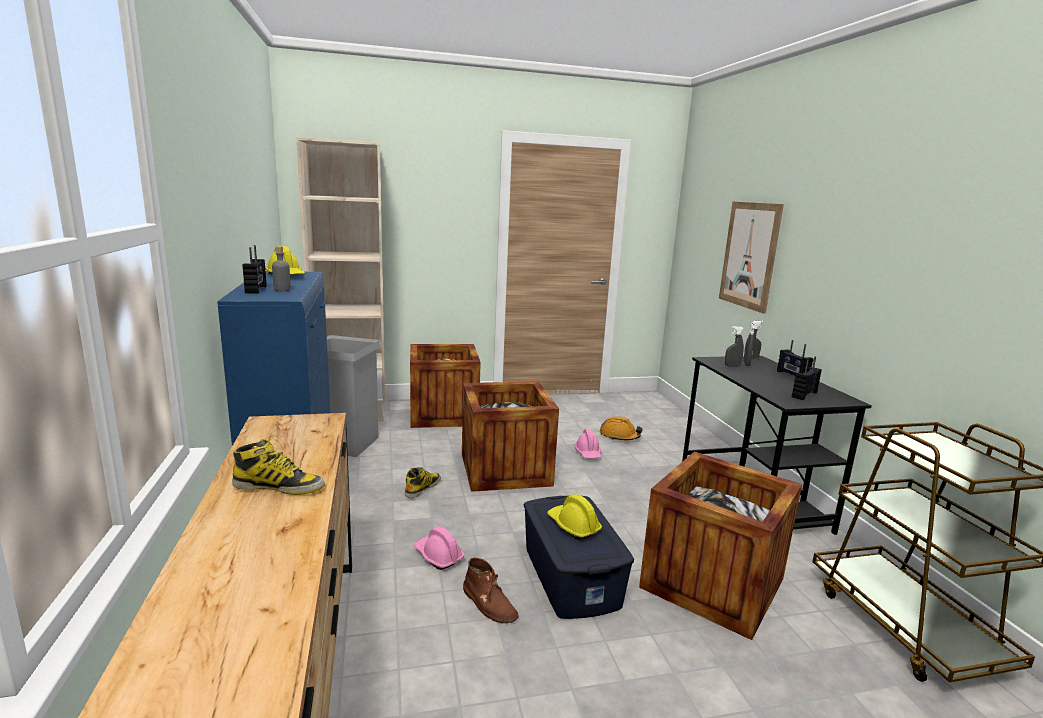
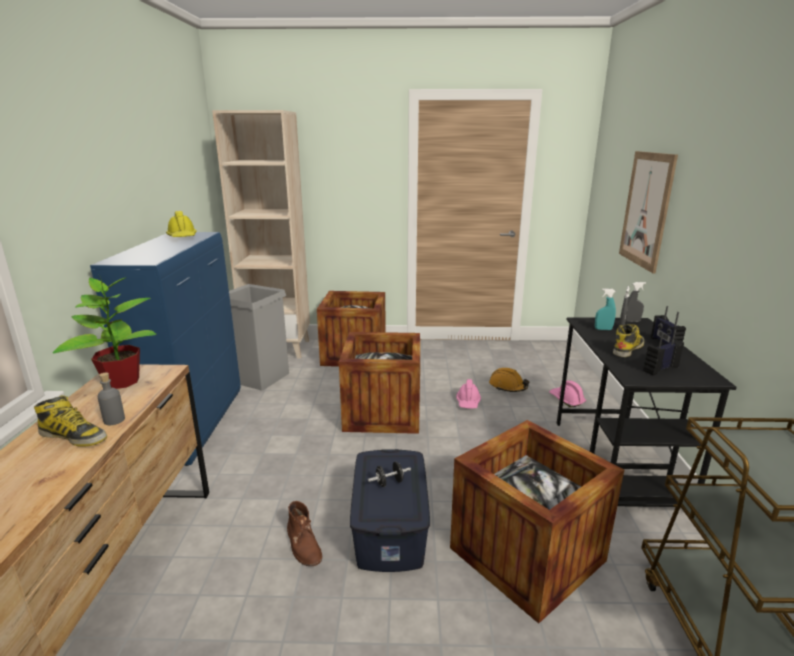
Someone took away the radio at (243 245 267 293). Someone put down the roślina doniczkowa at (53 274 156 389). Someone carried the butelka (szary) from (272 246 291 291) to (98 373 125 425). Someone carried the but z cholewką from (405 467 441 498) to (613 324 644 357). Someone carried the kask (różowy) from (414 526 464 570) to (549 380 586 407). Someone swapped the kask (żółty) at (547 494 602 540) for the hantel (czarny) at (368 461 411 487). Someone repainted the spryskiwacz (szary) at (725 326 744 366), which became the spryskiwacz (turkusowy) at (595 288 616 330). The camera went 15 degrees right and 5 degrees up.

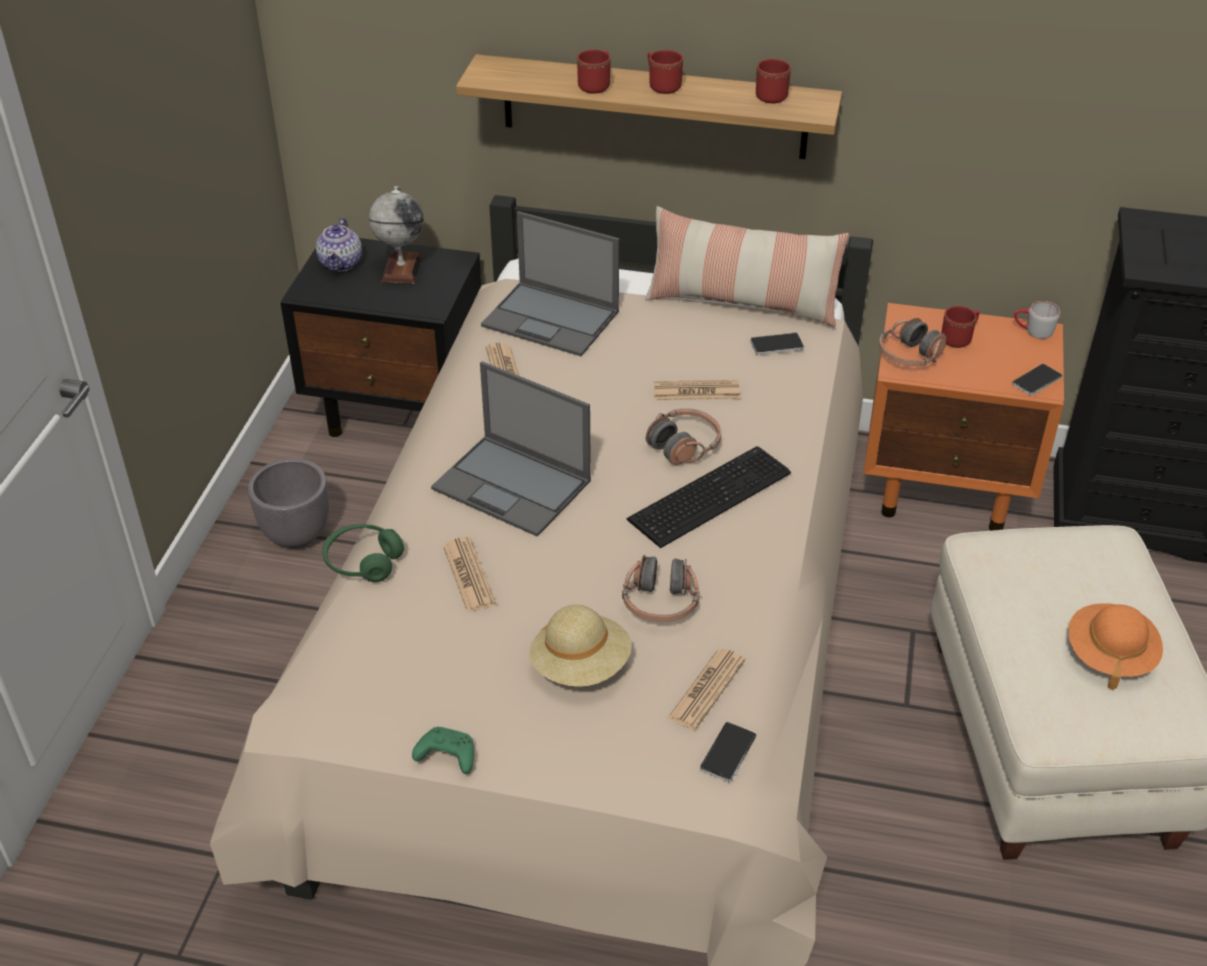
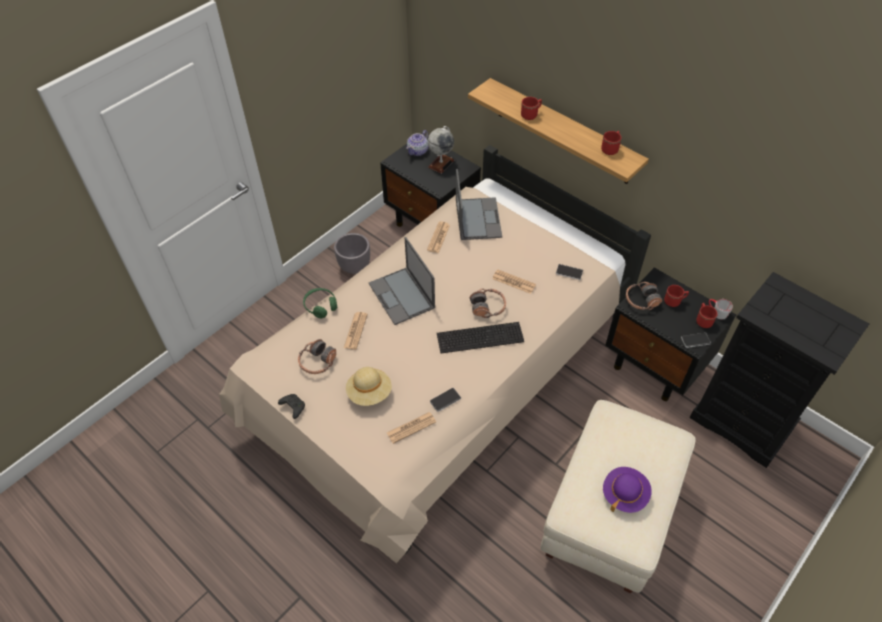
Someone took away the poduszka at (645 206 849 327). Someone carried the słuchawki from (622 555 700 622) to (298 339 336 374). Someone carried the kubek (czerwony) from (648 50 683 94) to (696 303 718 328). Someone carried the telefon from (700 722 756 782) to (430 388 461 412). Someone repainted the pad do gier (zielony) at (412 727 474 774), which became the pad do gier (czarny) at (278 394 305 419). Someone repainted the szafka nocna (pomarańczowy) at (863 303 1064 531), which became the szafka nocna (czarny) at (605 267 736 401). Someone repainted the kapelusz (pomarańczowy) at (1069 603 1163 690), which became the kapelusz (fioletowy) at (603 467 652 513). Someone rotated the laptop at (481 211 619 356) by 150 degrees counterclockwise. The camera went 30 degrees right and 10 degrees up.

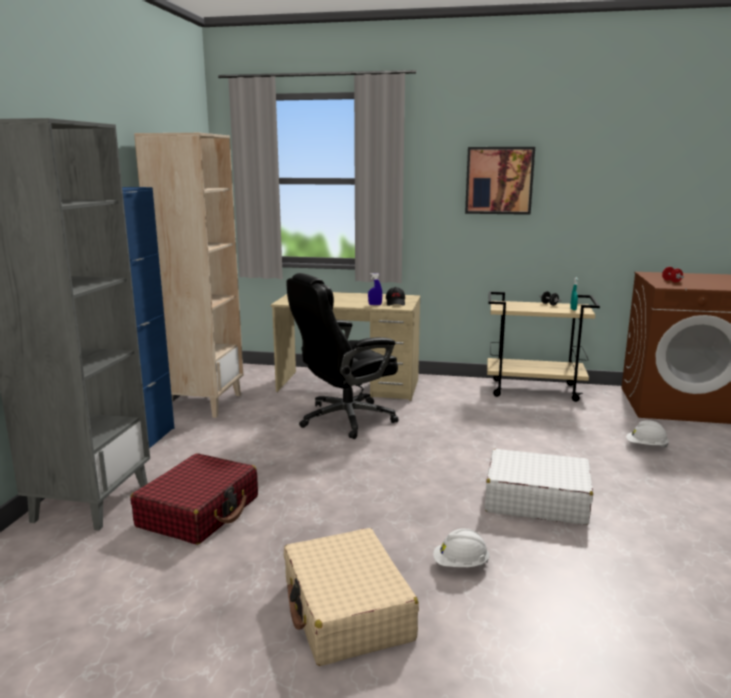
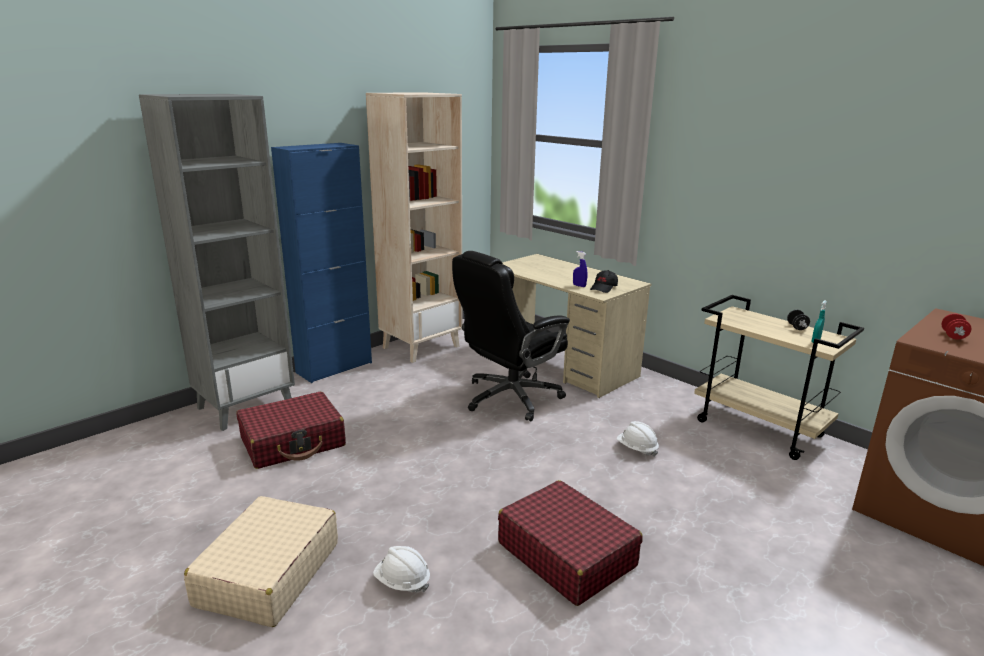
Someone took away the obraz at (465 147 535 215). Someone carried the kask (biały) from (626 420 669 448) to (617 421 659 457). Someone repainted the walizka (biały) at (485 449 593 525), which became the walizka (czerwony) at (498 480 643 606). Someone rotated the krzesło biurowe (czarny) at (286 273 399 439) by 45 degrees counterclockwise. The camera went 35 degrees right and 5 degrees up.

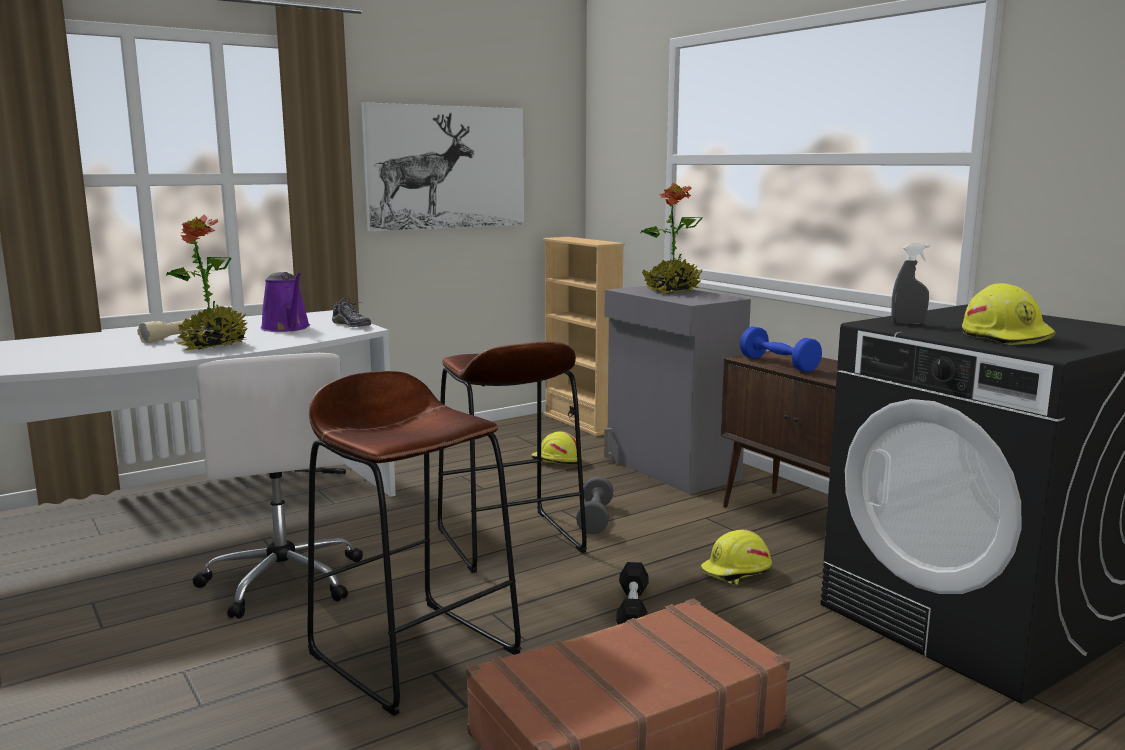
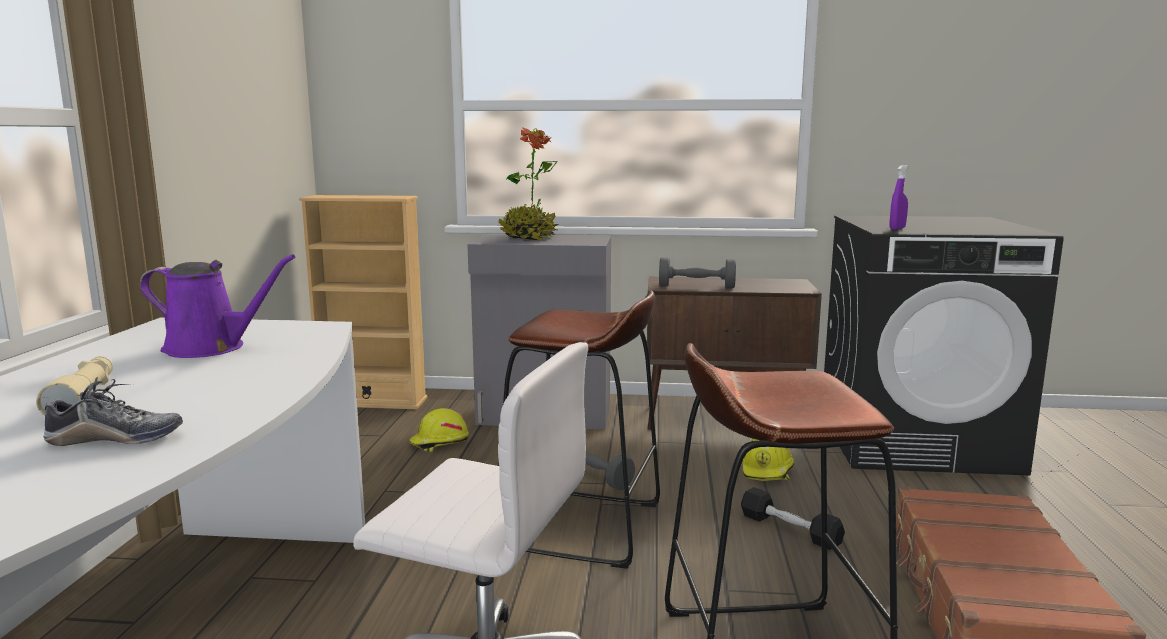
Someone took away the roślina doniczkowa at (166 215 248 350). Someone took away the obraz at (361 102 524 232). Someone took away the kask (żółty) at (962 283 1056 345). Someone carried the but from (332 296 371 327) to (43 377 183 446). Someone repainted the hantel (niebieski) at (740 326 822 372), which became the hantel (szary) at (659 257 736 288). Someone repainted the spryskiwacz (szary) at (891 244 929 325), which became the spryskiwacz (fioletowy) at (890 165 909 229). The camera went 50 degrees left and 0 degrees up.

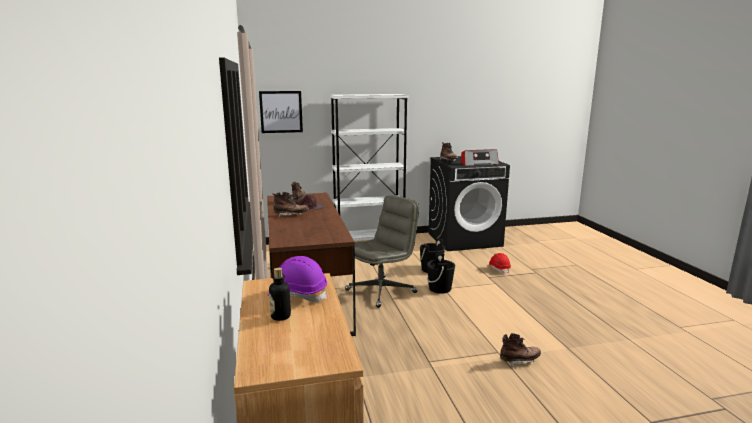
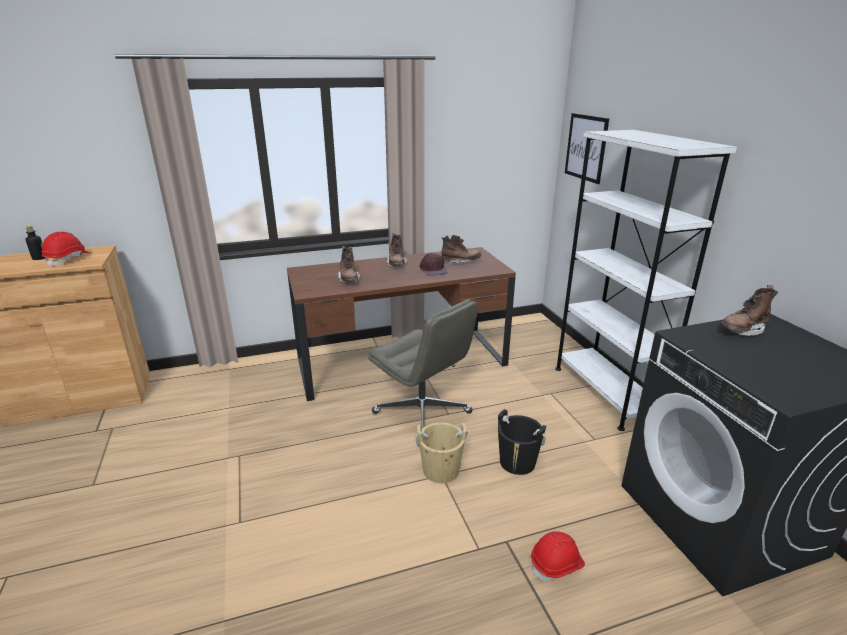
Someone took away the radio at (461 149 499 166). Someone carried the but z cholewką (brązowy) from (500 333 541 367) to (337 246 360 283). Someone repainted the kask (fioletowy) at (268 256 327 302), which became the kask (czerwony) at (41 232 90 267). Someone repainted the wiadro (czarny) at (427 253 455 294), which became the wiadro (beżowy) at (416 422 468 483). The camera went 85 degrees right and 10 degrees up.

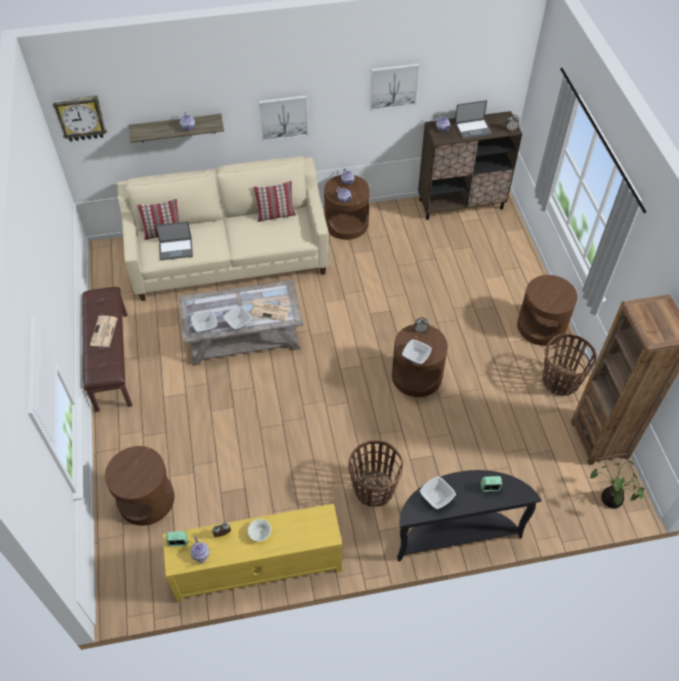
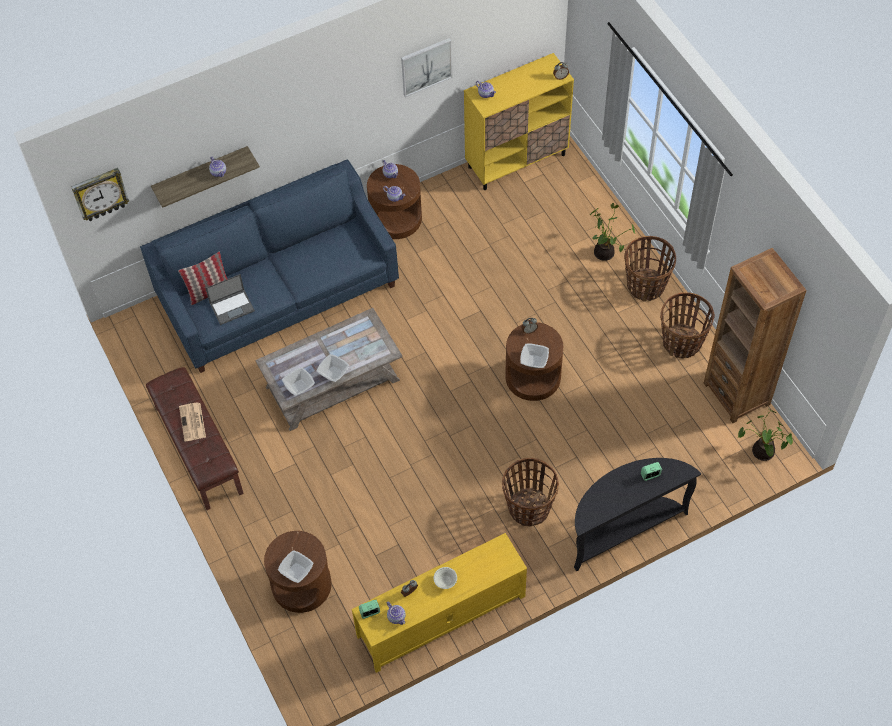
Someone took away the gazeta at (251 302 290 321). Someone took away the poduszka at (253 181 296 222). Someone took away the obraz at (259 95 308 142). Someone took away the laptop at (454 100 492 139). Someone put down the roślina doniczkowa at (590 203 635 261). Someone carried the miska from (420 476 456 509) to (278 550 314 583). Someone swapped the stolik (brązowy) at (517 275 578 346) for the koszyk at (624 236 676 302). Someone repainted the kanapa (beżowy) at (117 156 329 301), which became the kanapa (niebieski) at (140 159 399 373). Someone repainted the szafka (brązowy) at (418 111 522 220), which became the szafka (żółty) at (464 53 574 190). The camera went 15 degrees left and 5 degrees up.

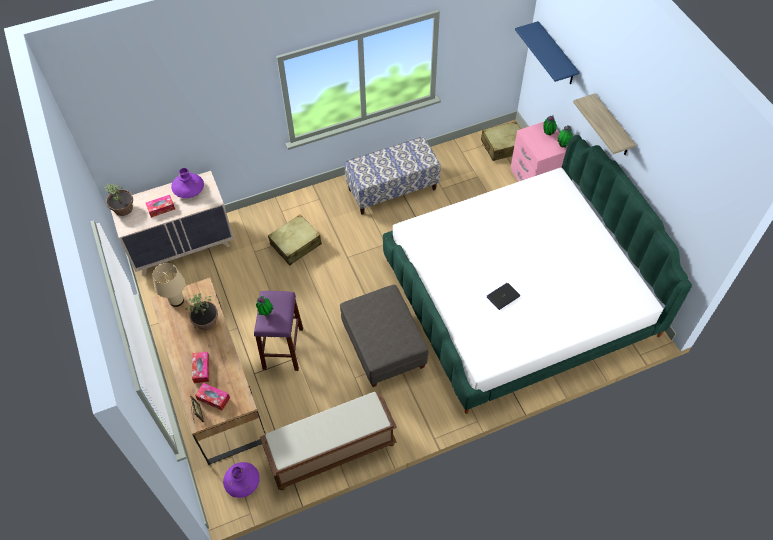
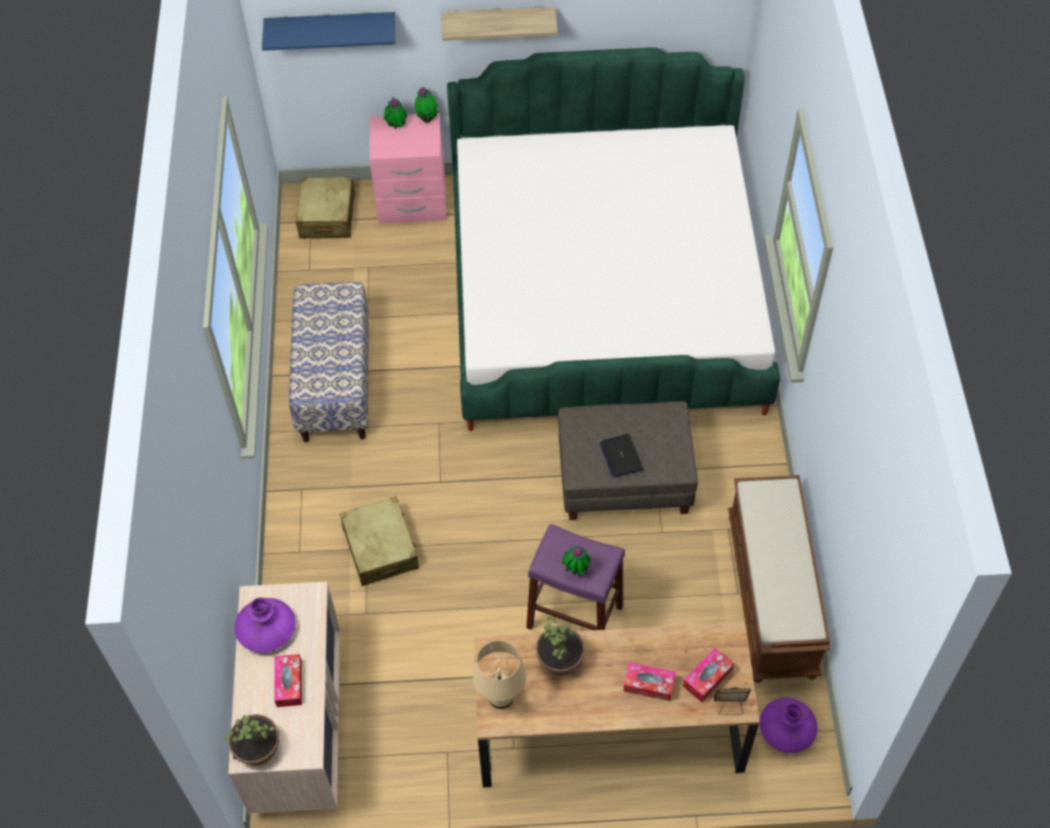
Someone carried the laptop from (487 283 520 310) to (600 434 643 478). The camera went 70 degrees left and 0 degrees up.

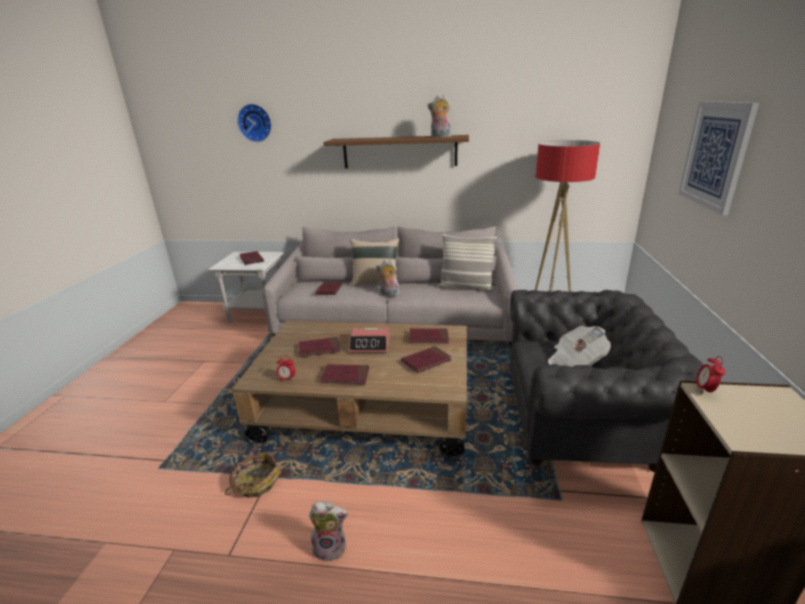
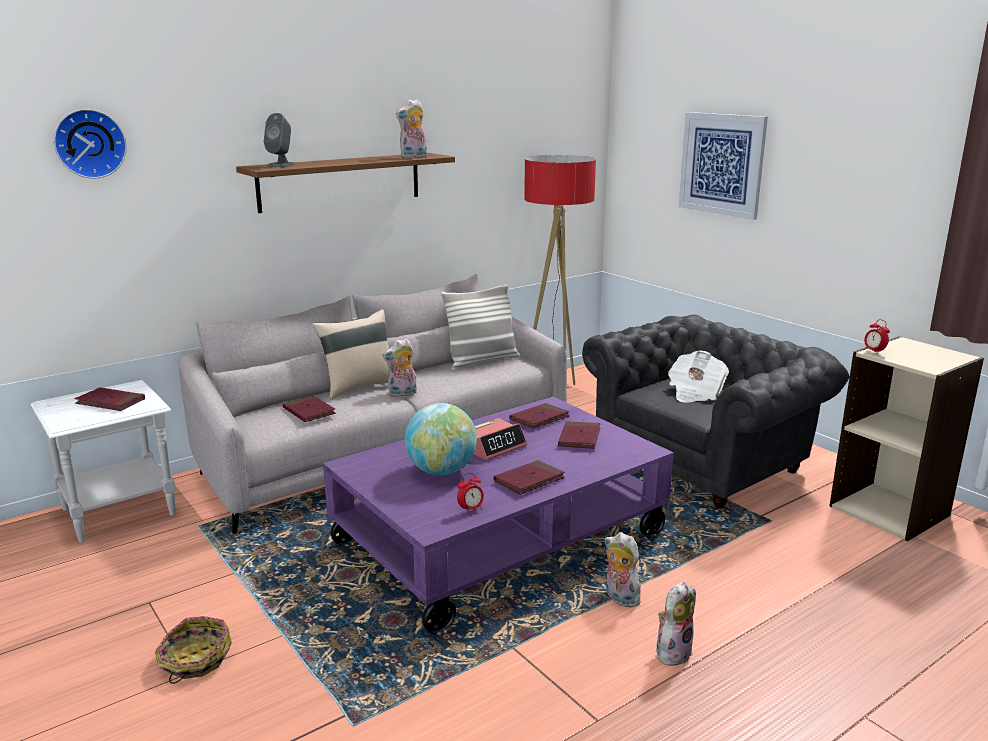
Someone put down the głośnik (szary) at (264 113 295 167). Someone put down the pluszak at (604 532 642 607). Someone carried the koszyk from (225 452 281 498) to (155 616 232 684). Someone swapped the książka (czerwony) at (299 337 340 357) for the globus at (405 403 477 475). Someone repainted the ława (brązowy) at (232 321 467 458), which became the ława (fioletowy) at (323 397 674 634). The camera went 45 degrees left and 5 degrees down.

